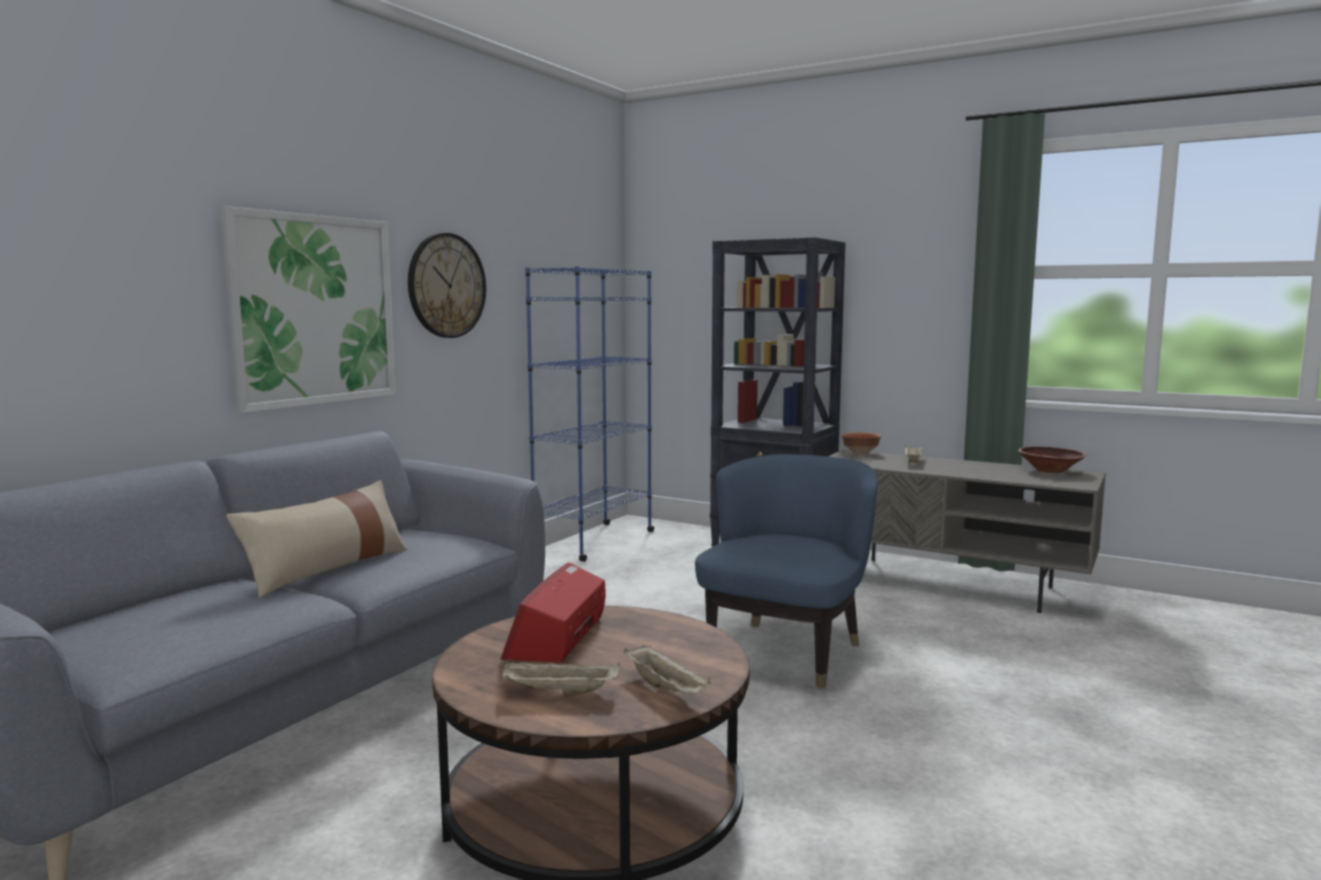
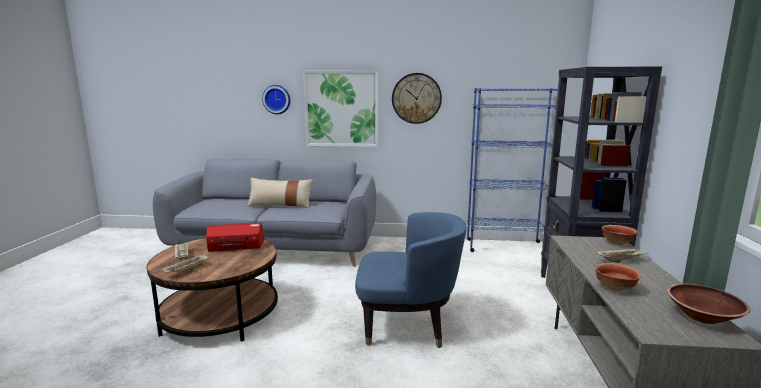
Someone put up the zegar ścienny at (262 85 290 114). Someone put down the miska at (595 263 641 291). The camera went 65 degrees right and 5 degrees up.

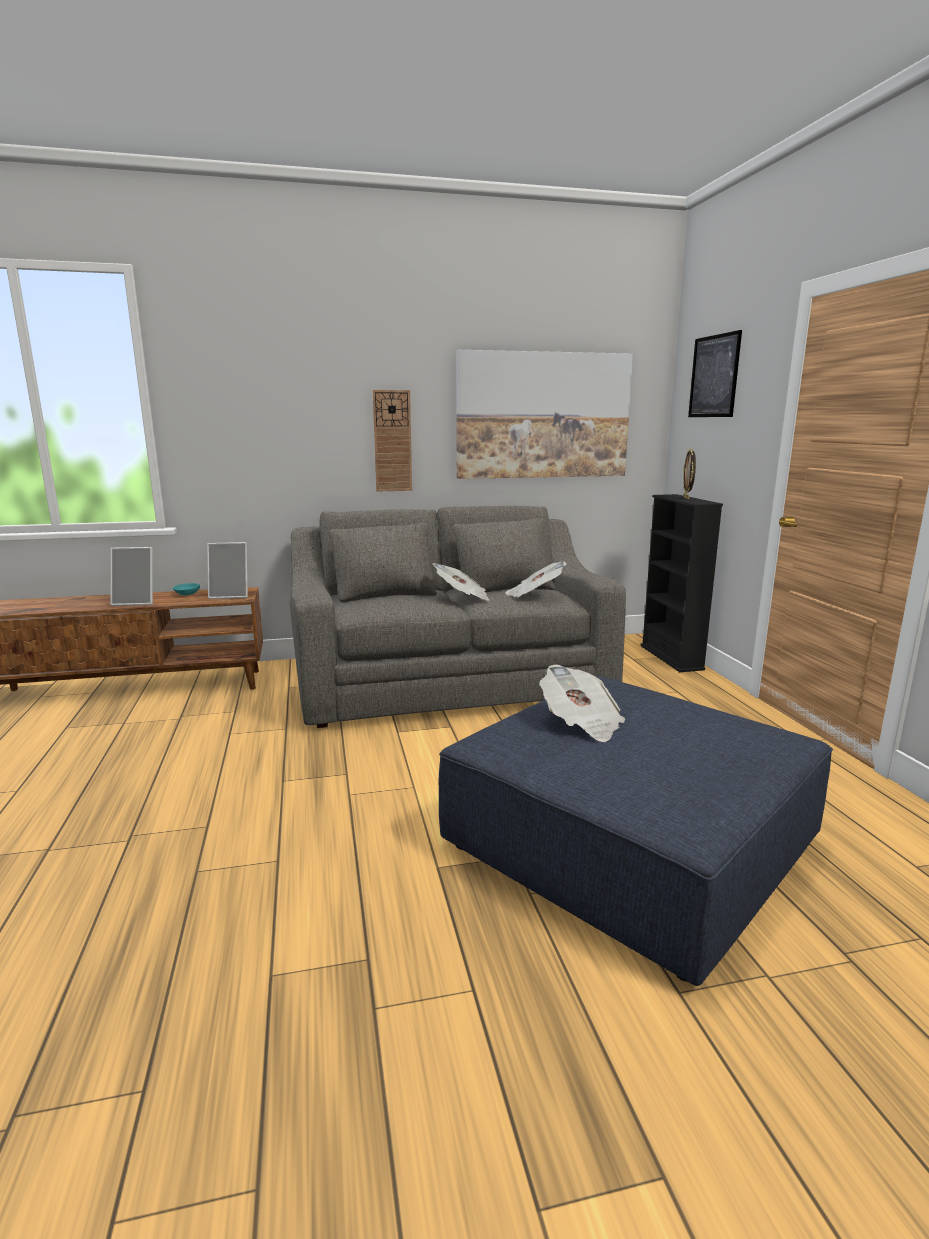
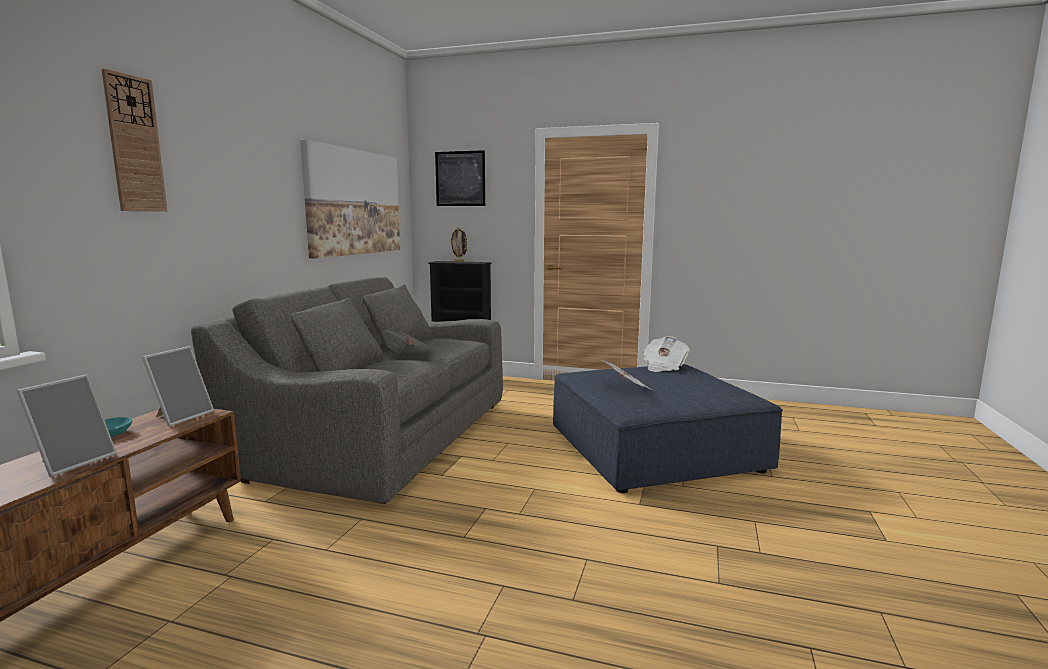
Someone carried the zegar ścienny from (373 390 412 492) to (102 69 167 212). Someone carried the gazeta from (505 562 567 597) to (643 336 690 372). The camera went 60 degrees left and 5 degrees down.

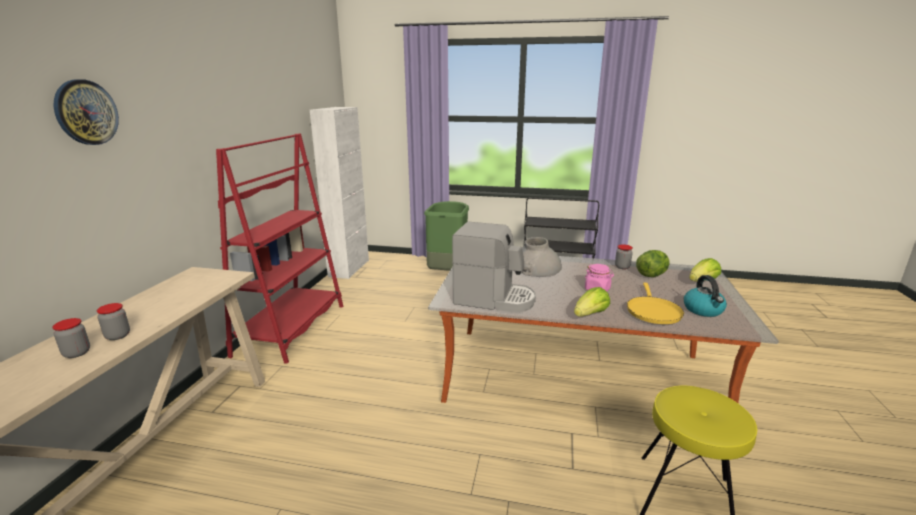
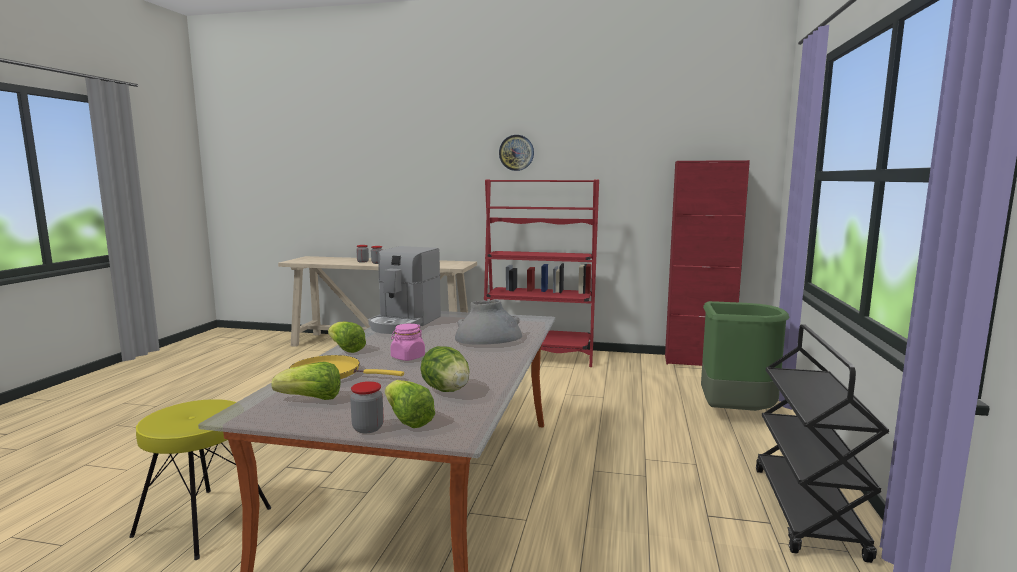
Someone carried the zegar ścienny from (54 79 119 145) to (499 135 534 171). Someone carried the słoik from (615 244 633 269) to (350 381 384 433). Someone swapped the czajnik at (684 275 727 317) for the sałata at (271 362 341 400). Someone repainted the szafka (biały) at (310 107 369 279), which became the szafka (czerwony) at (665 160 750 366). The camera went 90 degrees right and 10 degrees down.

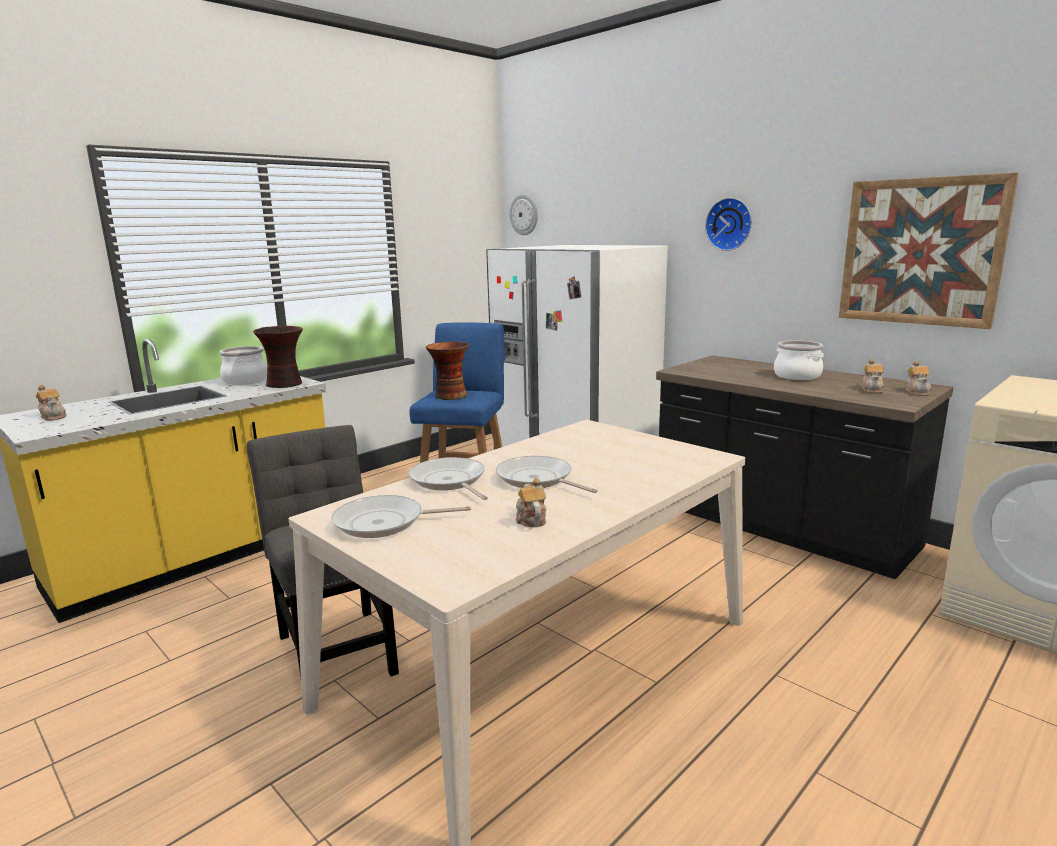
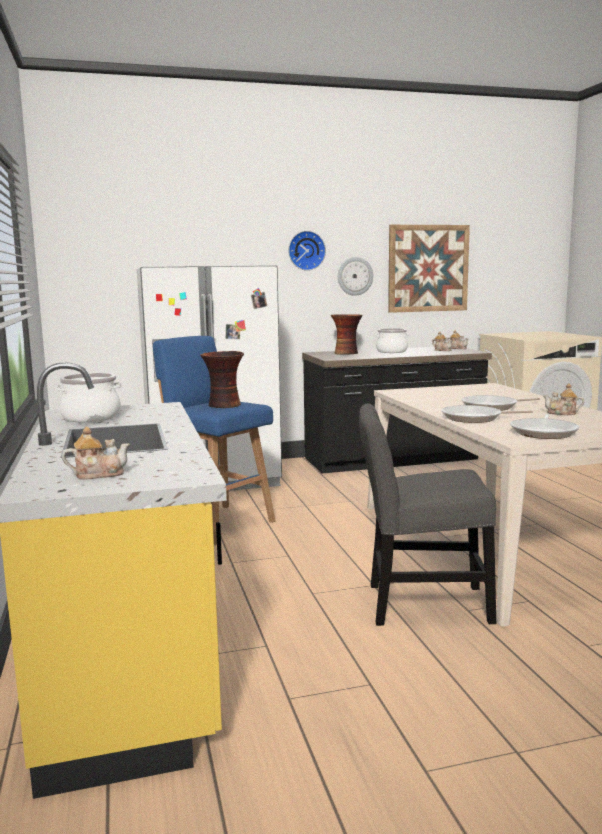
Someone carried the wazon from (253 326 303 388) to (331 314 363 355). Someone carried the zegar ścienny from (510 194 538 235) to (338 257 373 296). The camera went 60 degrees left and 5 degrees down.

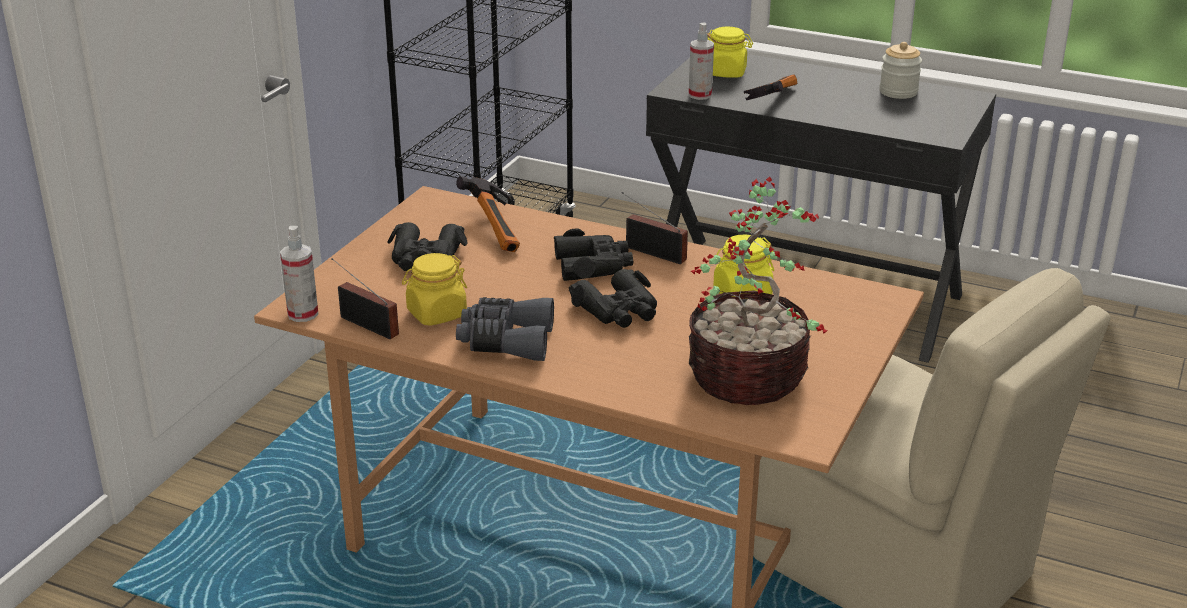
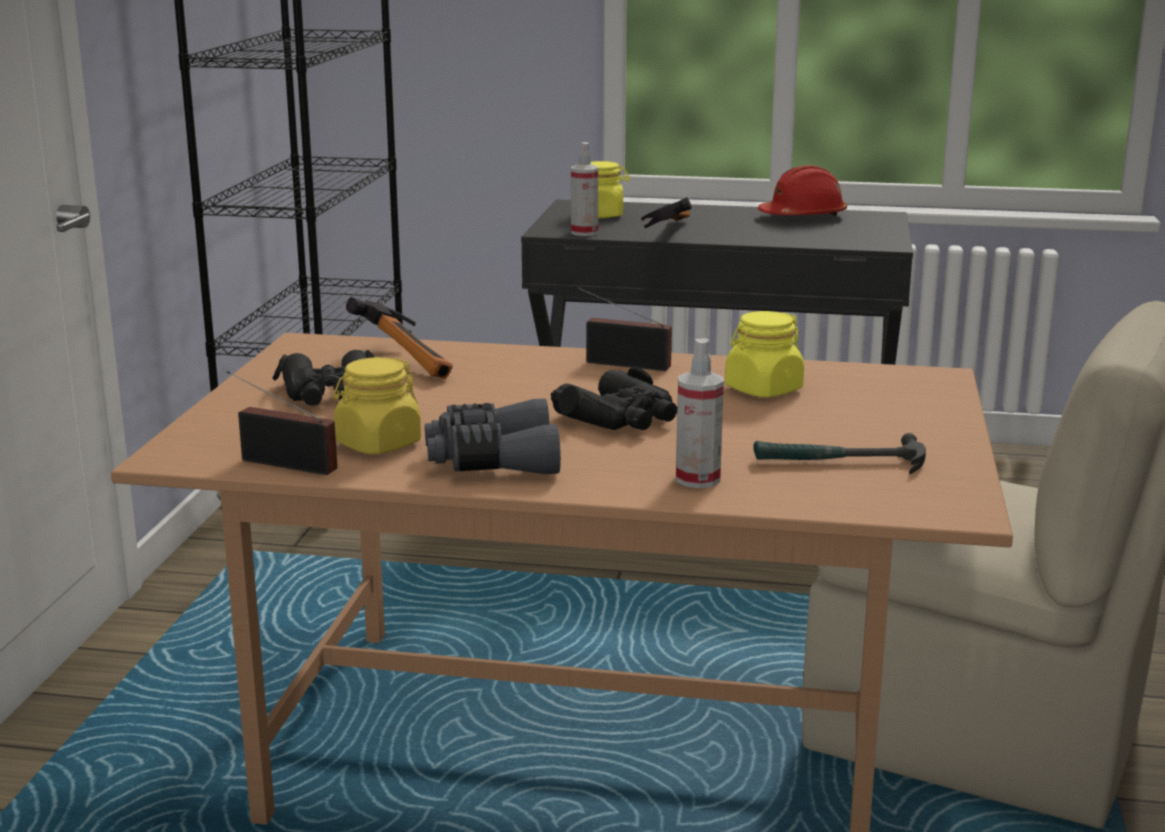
Someone took away the lornetka (czarny) at (554 228 633 281). Someone carried the spryskiwacz from (280 226 319 322) to (676 338 724 488). Someone swapped the roślina doniczkowa at (689 177 827 405) for the młotek at (753 433 926 474). Someone swapped the słoik at (879 42 922 99) for the kask (czerwony) at (758 165 847 216). The camera went 15 degrees left and 10 degrees down.

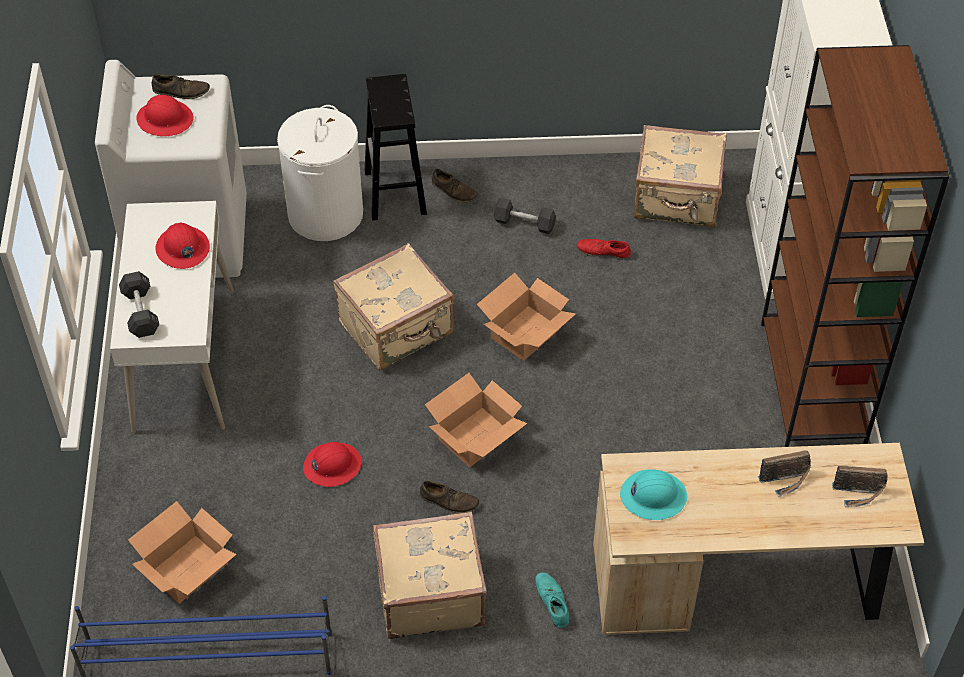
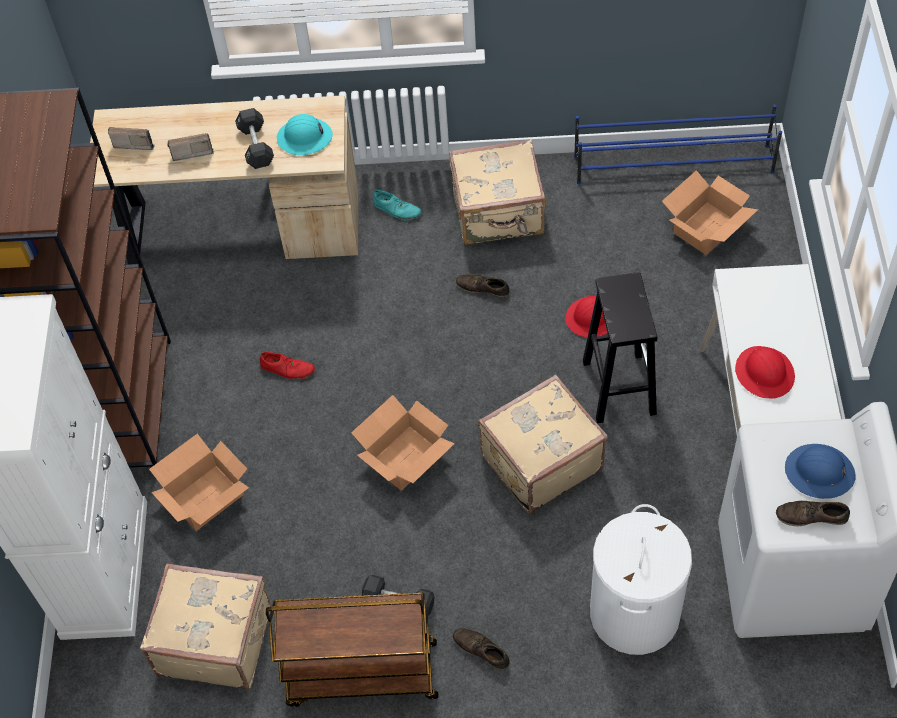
Someone put down the wózek (brązowy) at (266 593 438 707). Someone carried the hantel (czarny) from (119 271 159 338) to (235 108 274 169). Someone carried the stołek (czarny) from (365 74 427 221) to (583 272 657 423). Someone carried the karton from (425 373 528 467) to (149 434 249 531). Someone carried the but (czerwony) from (577 239 631 259) to (260 352 315 380). Someone repainted the kask (czerwony) at (136 95 194 136), which became the kask (niebieski) at (785 444 856 499). Someone rotated the but (turkusowy) at (535 572 569 628) by 45 degrees counterclockwise. The camera went 175 degrees left and 5 degrees up.

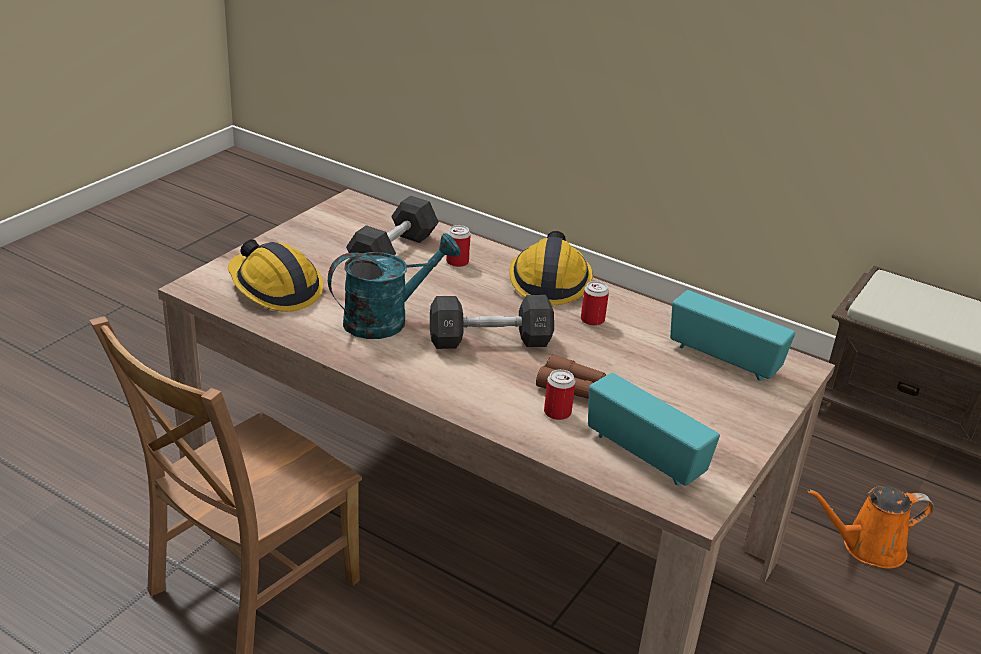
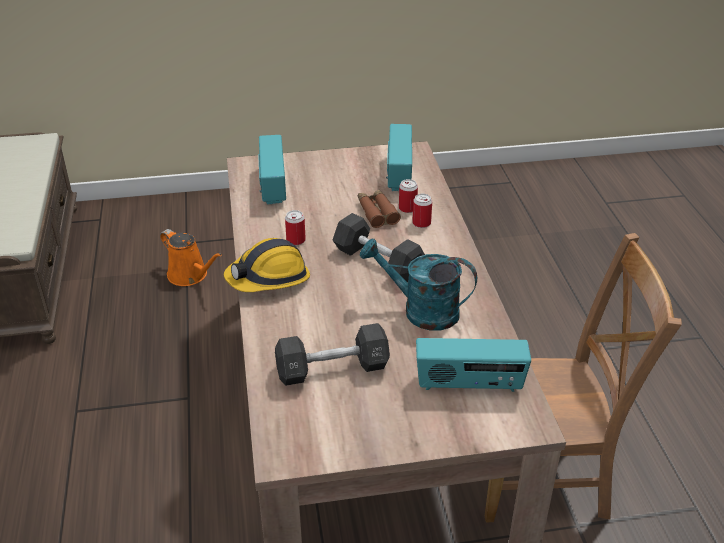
Someone carried the puszka from (446 225 471 267) to (412 193 432 228). Someone swapped the kask at (228 239 324 312) for the radio at (416 338 531 392). The camera went 130 degrees left and 5 degrees up.

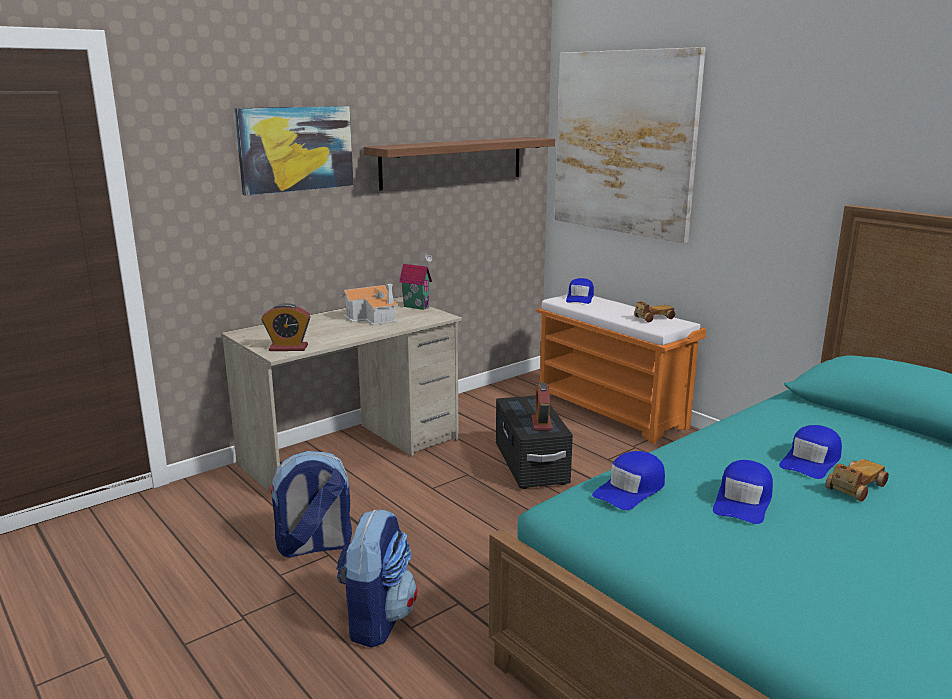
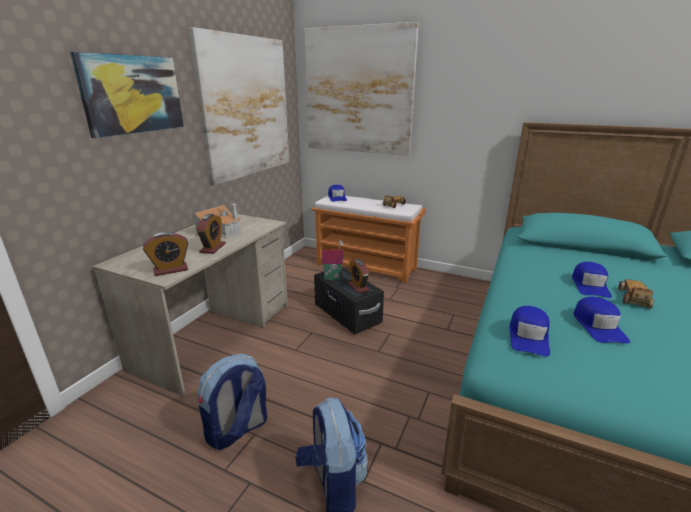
Someone put down the budzik at (196 214 226 254). Someone carried the domek from (399 253 432 310) to (322 240 343 280). Someone swapped the półka at (363 137 555 190) for the obraz at (188 27 289 186). The camera went 25 degrees left and 5 degrees up.

